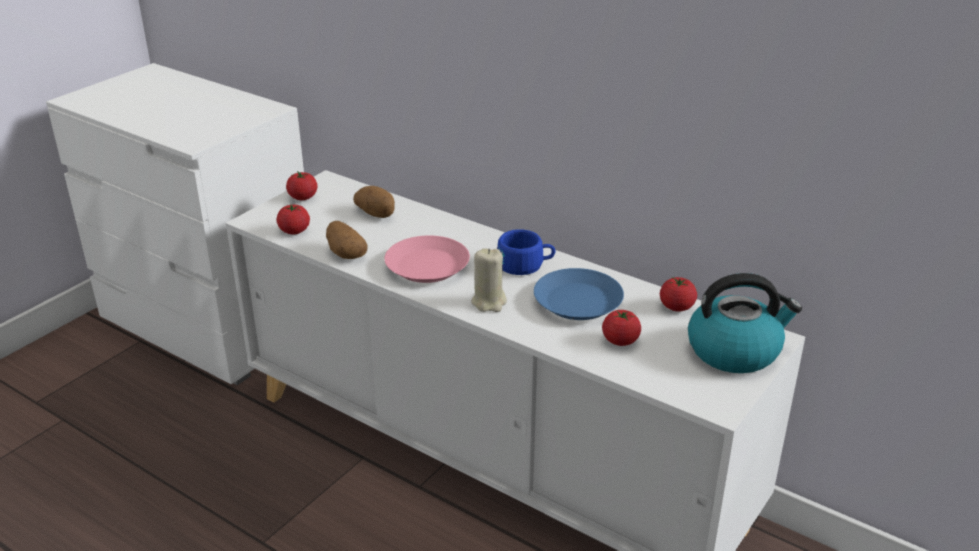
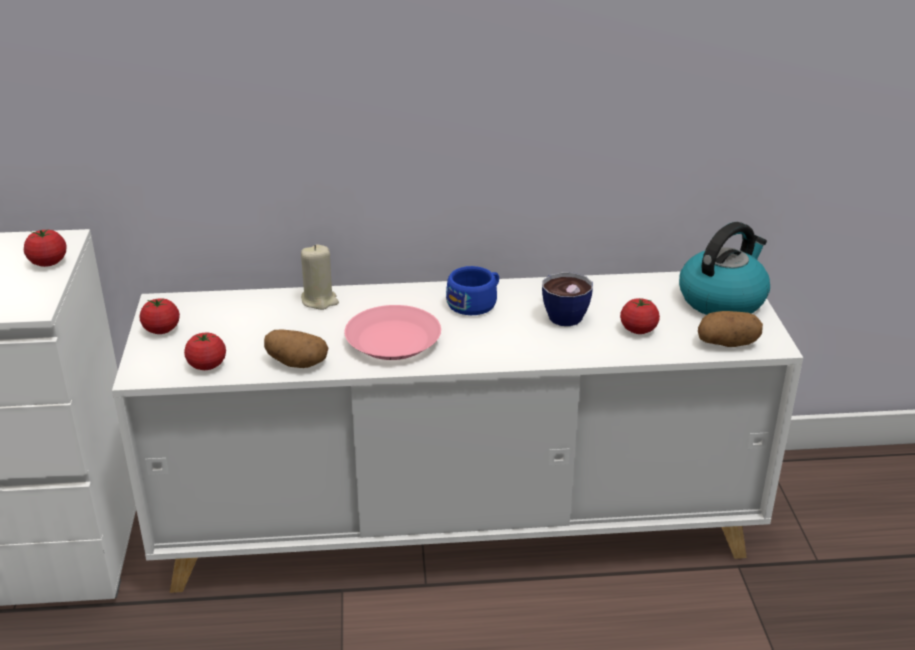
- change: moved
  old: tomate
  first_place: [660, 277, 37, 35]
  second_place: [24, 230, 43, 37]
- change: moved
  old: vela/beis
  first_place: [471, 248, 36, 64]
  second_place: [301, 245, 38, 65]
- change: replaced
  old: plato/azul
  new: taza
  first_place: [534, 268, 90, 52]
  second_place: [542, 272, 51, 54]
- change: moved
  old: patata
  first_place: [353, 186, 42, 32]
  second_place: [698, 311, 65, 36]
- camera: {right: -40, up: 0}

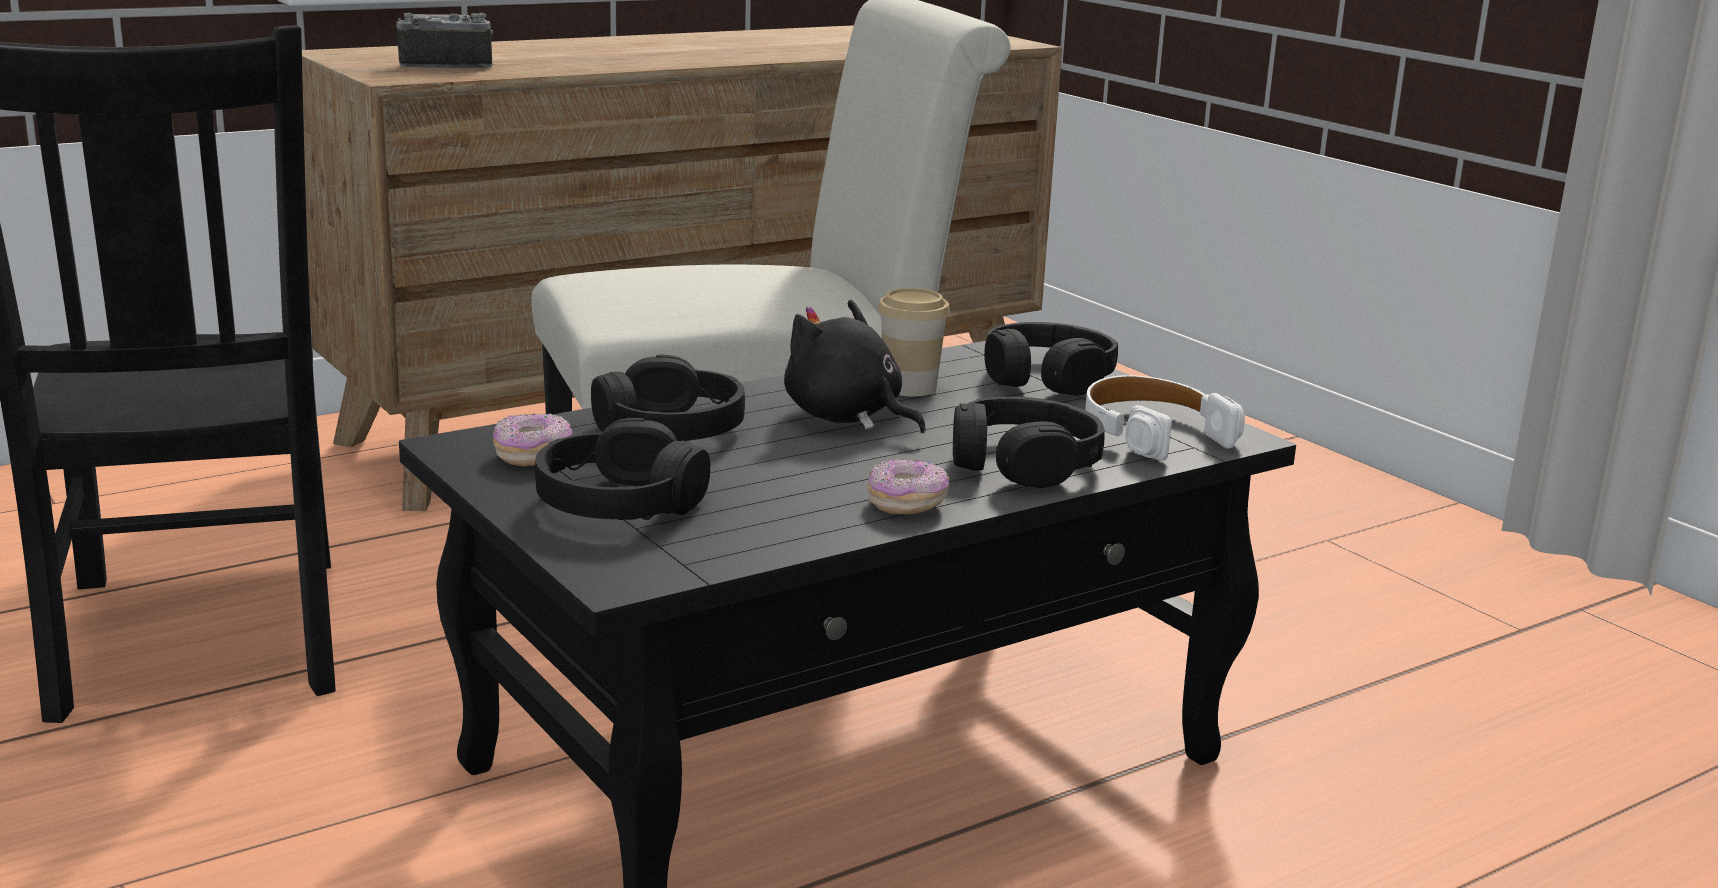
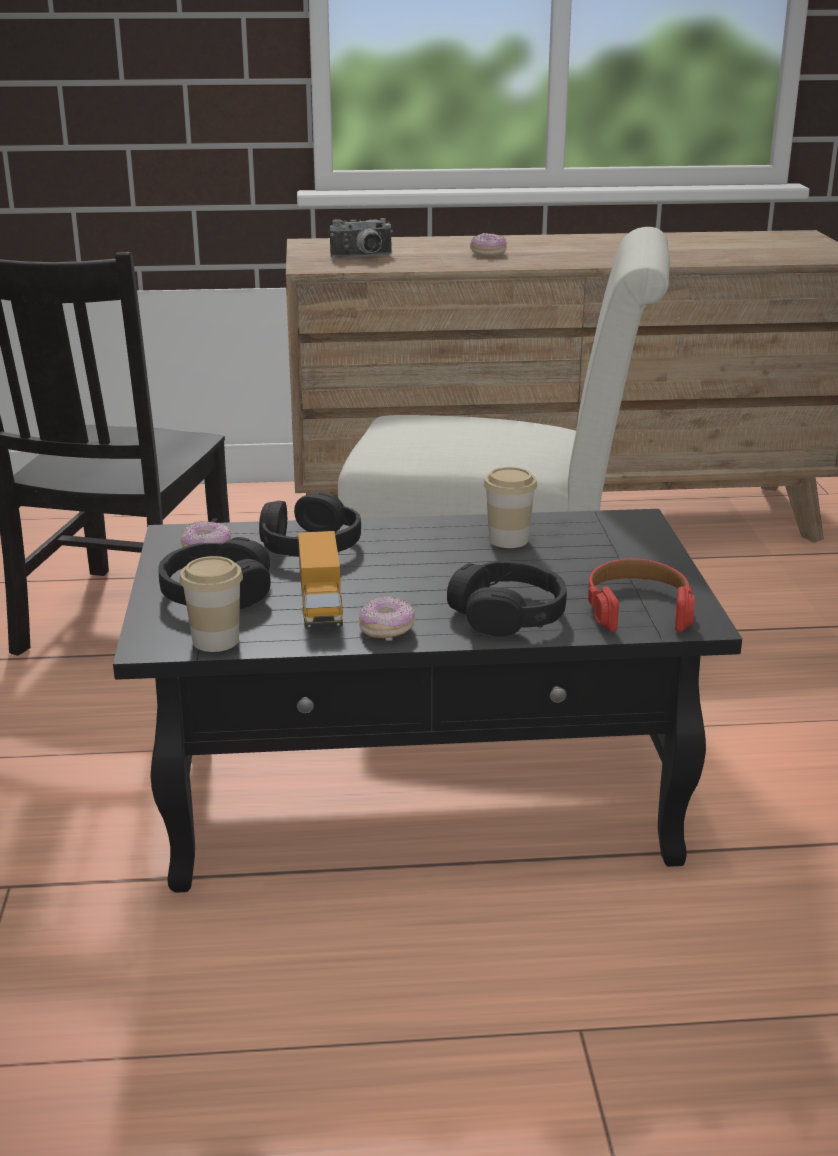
- change: added
  new: taza
  second_place: [179, 556, 64, 96]
- change: added
  new: camión de juguete
  second_place: [298, 531, 45, 97]
- change: turned
  old: cámara
  first_place: [396, 13, 97, 55]
  second_place: [330, 218, 63, 40]
  degrees: 135
- change: added
  new: rosquilla
  second_place: [470, 233, 37, 23]
- change: recoloured
  old: auriculares/blanco
  new: auriculares/rojo
  first_place: [1085, 375, 160, 86]
  second_place: [588, 559, 107, 73]
- change: removed
  old: peluche/negro
  first_place: [784, 300, 142, 133]
- change: removed
  old: auriculares/negro
  first_place: [984, 322, 134, 74]
- camera: {right: 30, up: 5}

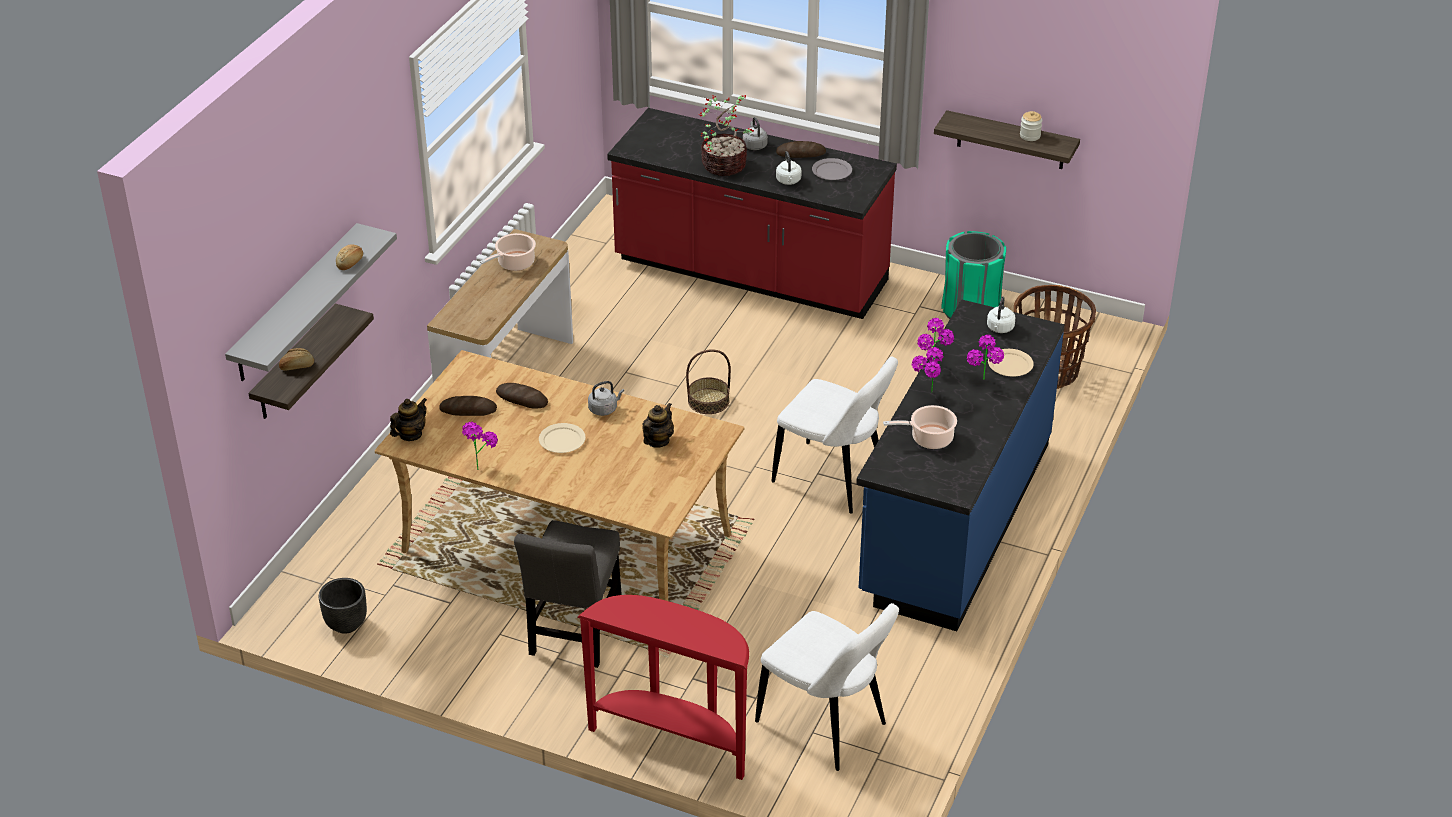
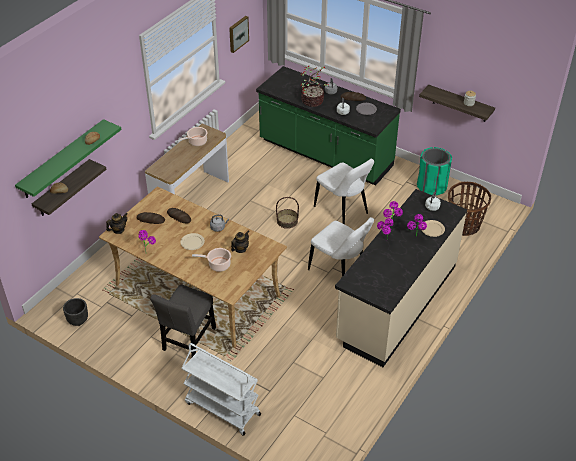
- change: recoloured
  old: estante/gris
  new: estante/verde
  first_place: [225, 223, 172, 158]
  second_place: [15, 119, 107, 79]
- change: replaced
  old: mesa consola/rojo
  new: carrito/blanco
  first_place: [578, 595, 171, 185]
  second_place: [182, 343, 79, 93]
- change: moved
  old: olla
  first_place: [883, 405, 74, 44]
  second_place: [192, 248, 39, 24]
- change: added
  new: cuadro
  second_place: [229, 16, 20, 37]
- change: recoloured
  old: mueble bajo de cocina/rojo
  new: mueble bajo de cocina/verde
  first_place: [607, 108, 290, 211]
  second_place: [256, 66, 145, 120]
- change: moved
  old: silla/blanco
  first_place: [755, 603, 144, 168]
  second_place: [314, 159, 60, 65]
- change: recoloured
  old: mueble bajo de cocina/azul
  new: mueble bajo de cocina/beis
  first_place: [856, 300, 209, 331]
  second_place: [335, 189, 132, 178]
- camera: {right: 10, up: 5}

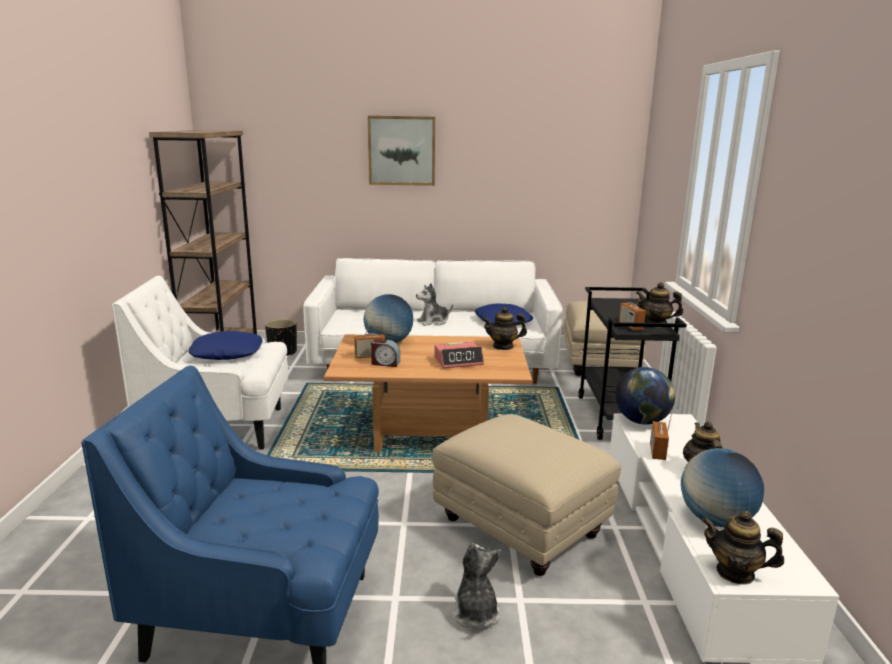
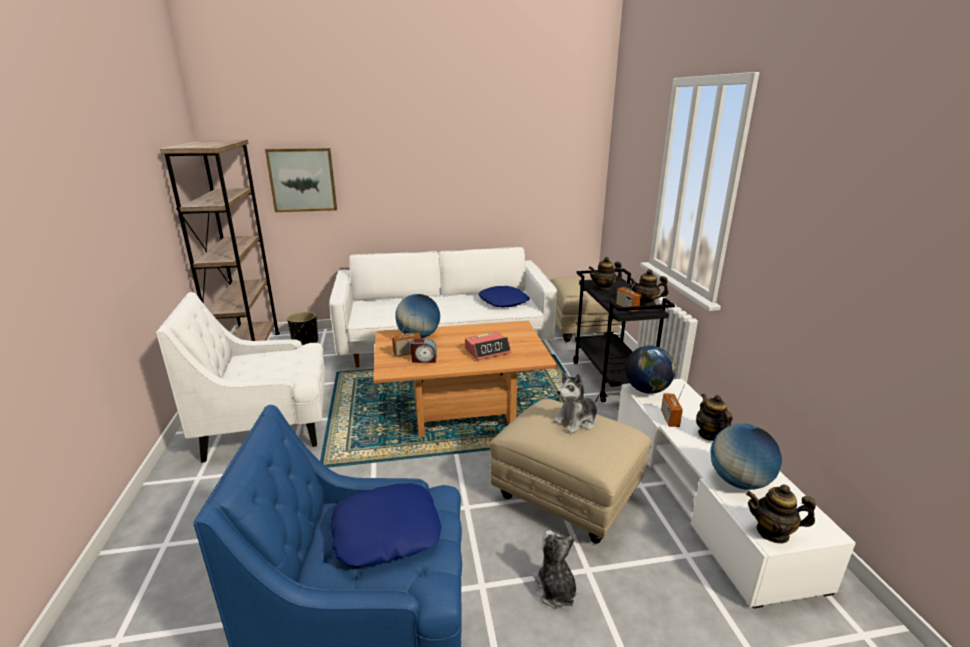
- change: moved
  old: cuadro
  first_place: [368, 116, 67, 70]
  second_place: [265, 148, 72, 64]
- change: moved
  old: cojín/azul
  first_place: [188, 331, 75, 29]
  second_place: [330, 483, 112, 83]
- change: moved
  old: peluche
  first_place: [416, 283, 37, 43]
  second_place: [553, 372, 47, 62]
- change: moved
  old: tetera
  first_place: [482, 307, 45, 43]
  second_place: [589, 257, 33, 35]
- camera: {right: -10, up: 5}

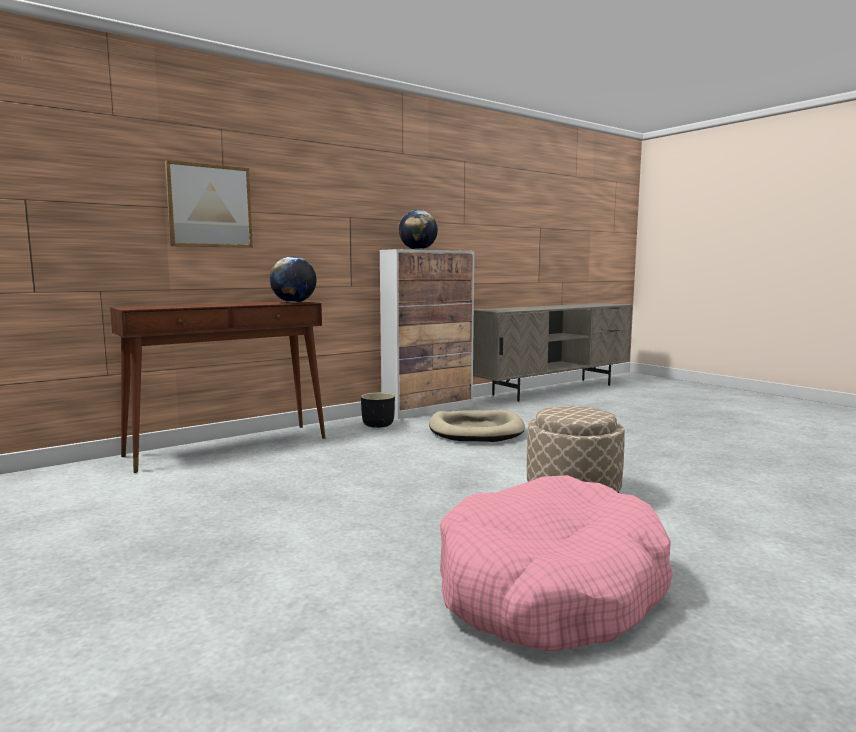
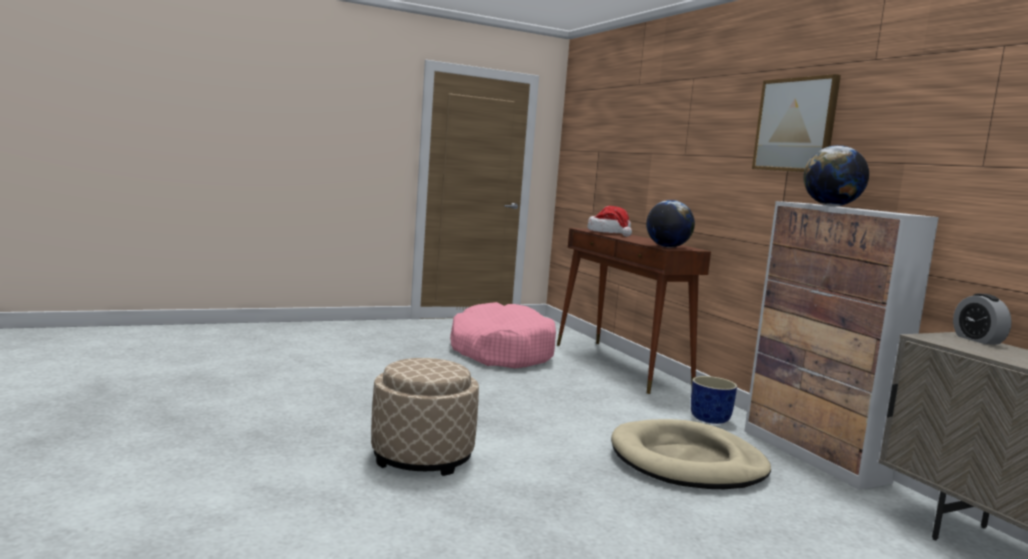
- change: moved
  old: cama para perro/rosa
  first_place: [440, 475, 233, 177]
  second_place: [450, 302, 106, 67]
- change: added
  new: sombrero
  second_place: [588, 206, 44, 31]
- change: recoloured
  old: maceta/negro
  new: maceta/azul
  first_place: [361, 393, 34, 35]
  second_place: [691, 376, 46, 48]
- change: moved
  old: cuadro
  first_place: [165, 160, 88, 88]
  second_place: [752, 74, 89, 98]
- change: added
  new: despertador
  second_place: [953, 294, 59, 50]
- camera: {right: 100, up: 0}

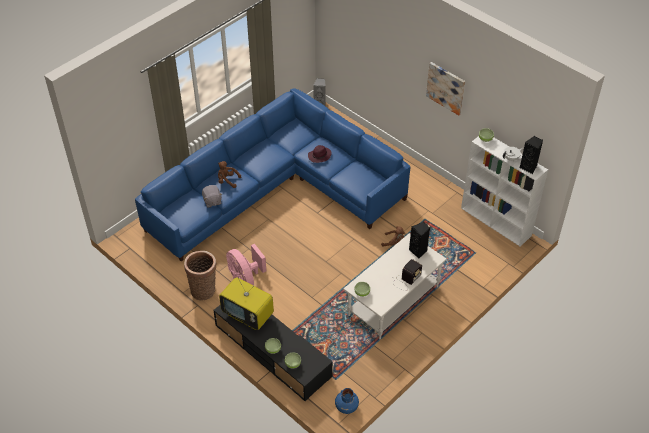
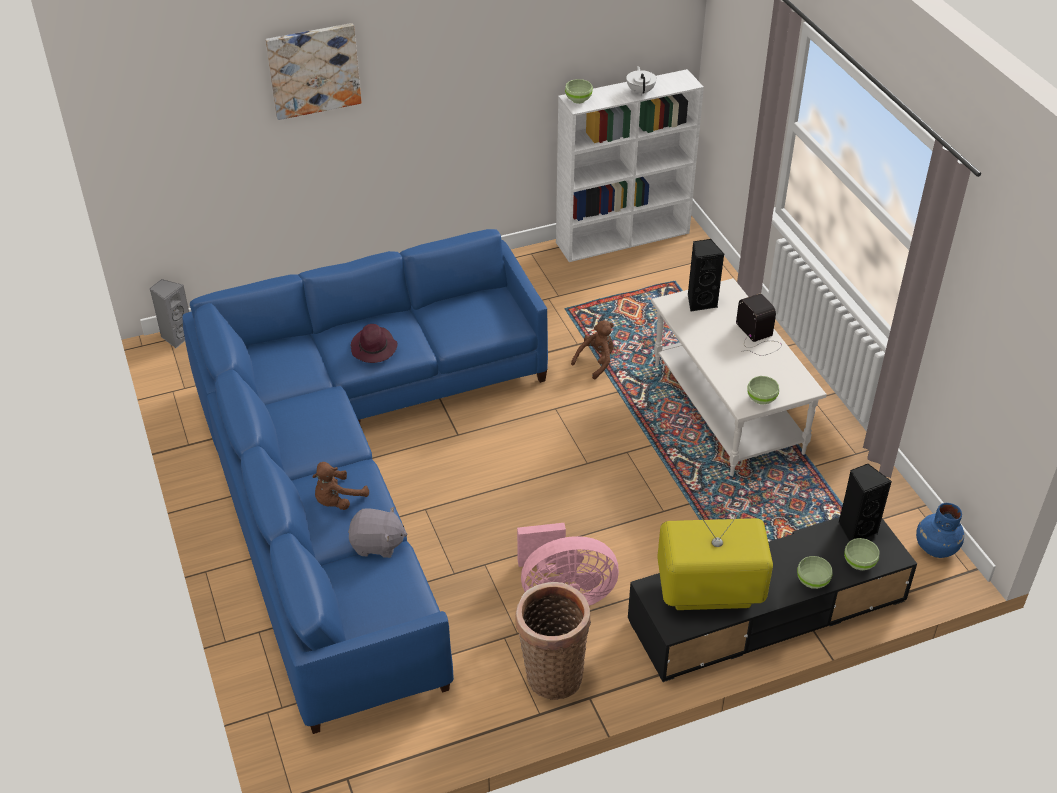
- change: moved
  old: cuadro
  first_place: [426, 62, 39, 53]
  second_place: [265, 23, 96, 97]
- change: turned
  old: televisor
  first_place: [219, 277, 55, 53]
  second_place: [657, 510, 116, 100]
  degrees: -150
- change: moved
  old: altavoz/negro
  first_place: [520, 136, 23, 38]
  second_place: [838, 463, 54, 78]
- camera: {right: -65, up: -5}

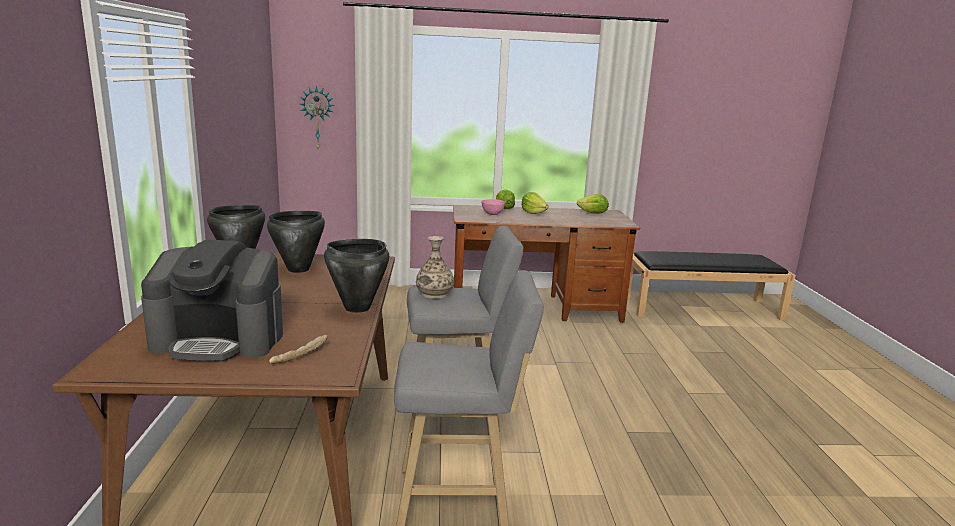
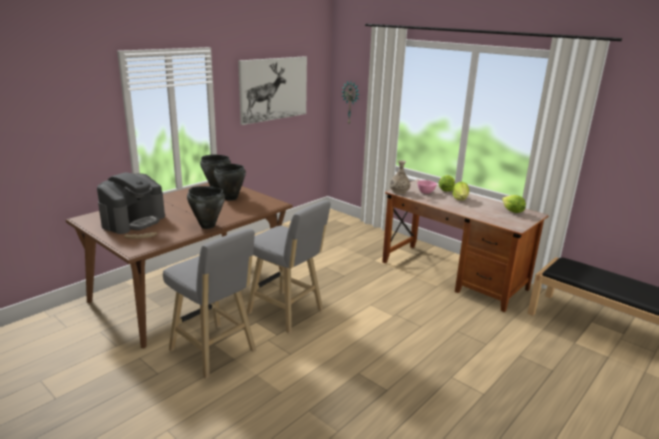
- change: turned
  old: cafetera
  first_place: [141, 239, 142, 123]
  second_place: [97, 172, 68, 62]
  degrees: -105
- change: added
  new: cuadro
  second_place: [238, 56, 69, 69]
- change: moved
  old: florero
  first_place: [416, 236, 38, 63]
  second_place: [390, 160, 20, 34]
- camera: {right: 45, up: 5}

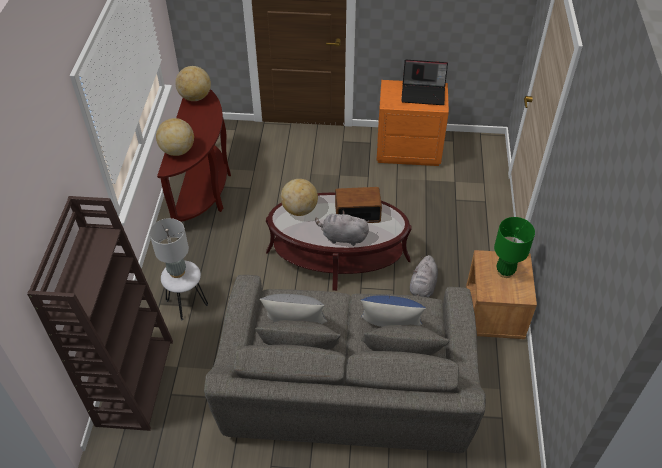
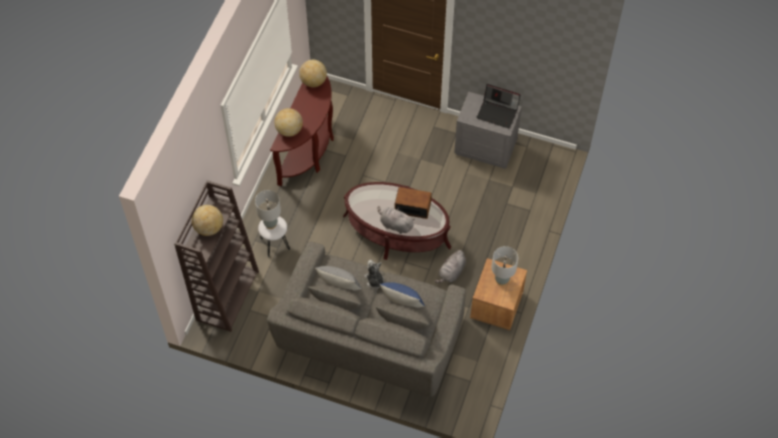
- change: moved
  old: globo terráqueo
  first_place: [281, 179, 37, 37]
  second_place: [192, 205, 31, 31]
- change: added
  new: peluche
  second_place: [364, 260, 20, 29]
- change: recoloured
  old: mesita de noche/naranja
  new: mesita de noche/gris
  first_place: [376, 80, 73, 86]
  second_place: [454, 92, 68, 77]
- change: recoloured
  old: lámpara de mesa/verde
  new: lámpara de mesa/gris
  first_place: [494, 217, 41, 61]
  second_place: [491, 246, 27, 40]
- camera: {right: 15, up: 10}

